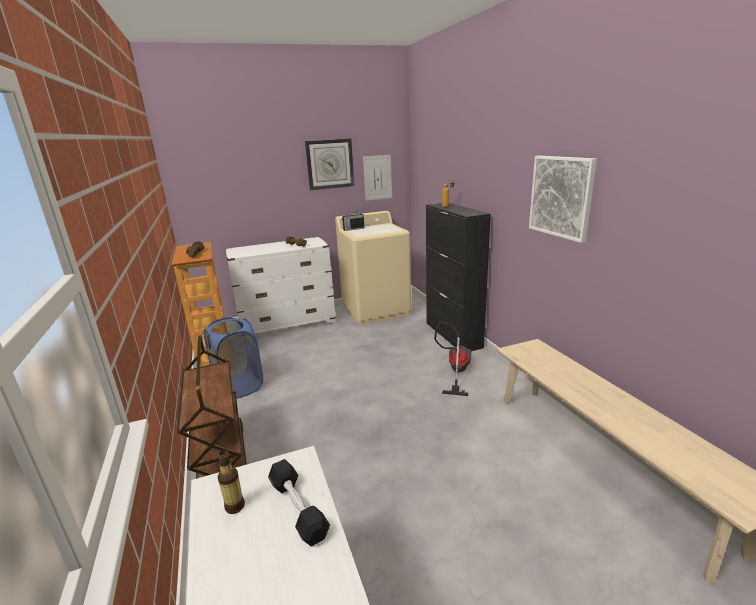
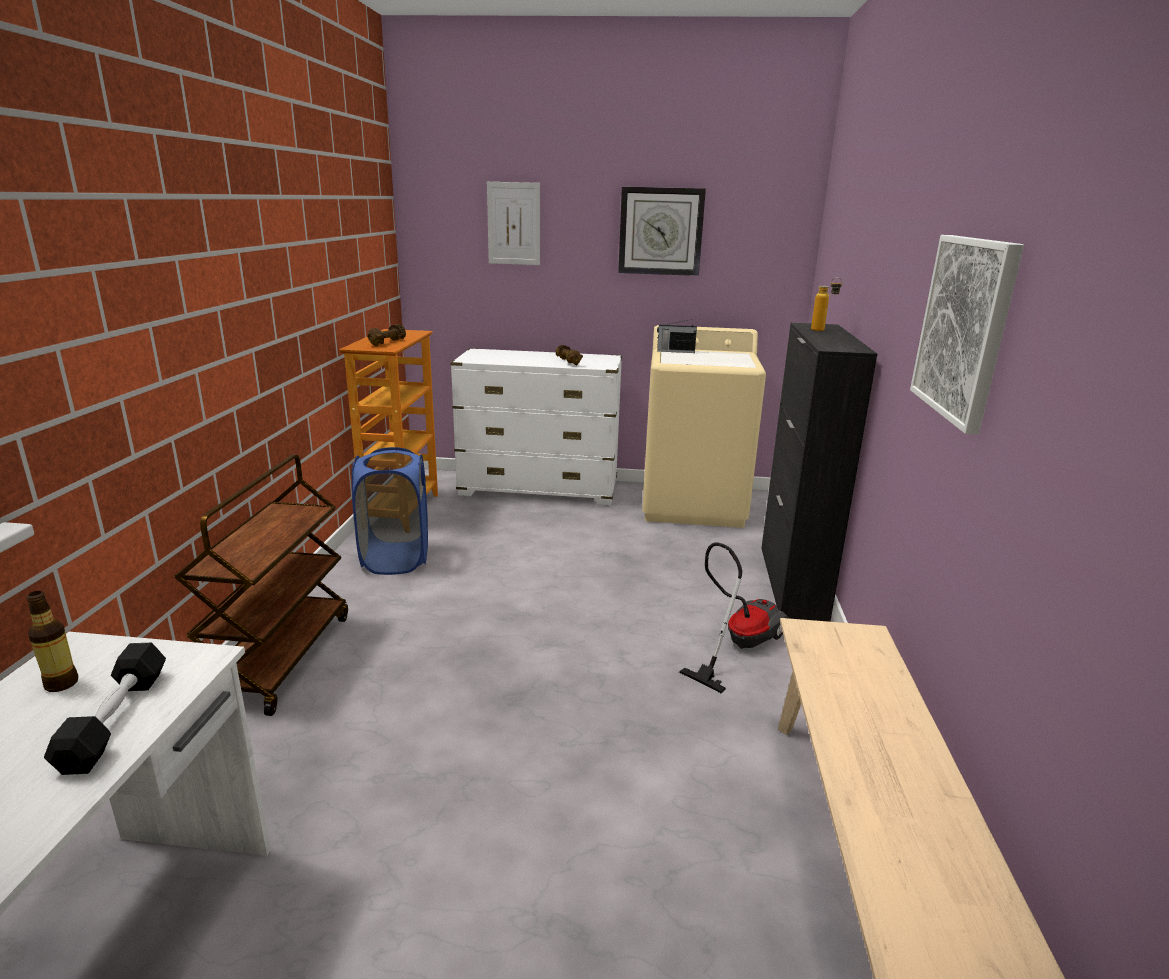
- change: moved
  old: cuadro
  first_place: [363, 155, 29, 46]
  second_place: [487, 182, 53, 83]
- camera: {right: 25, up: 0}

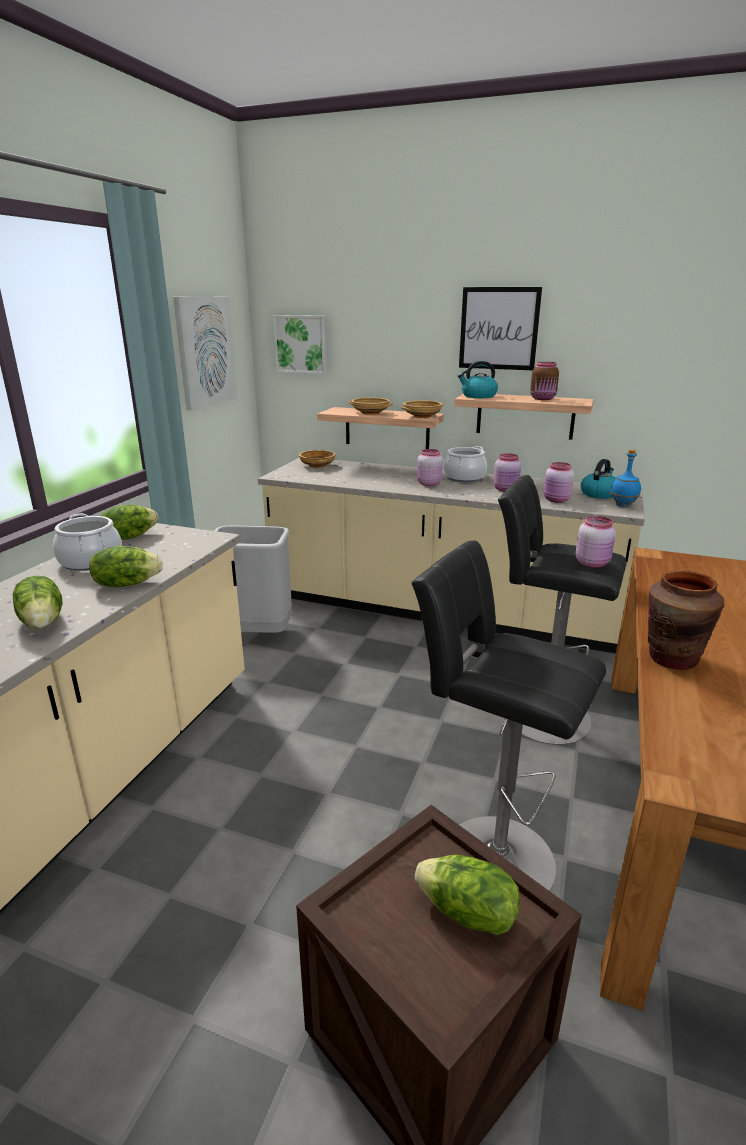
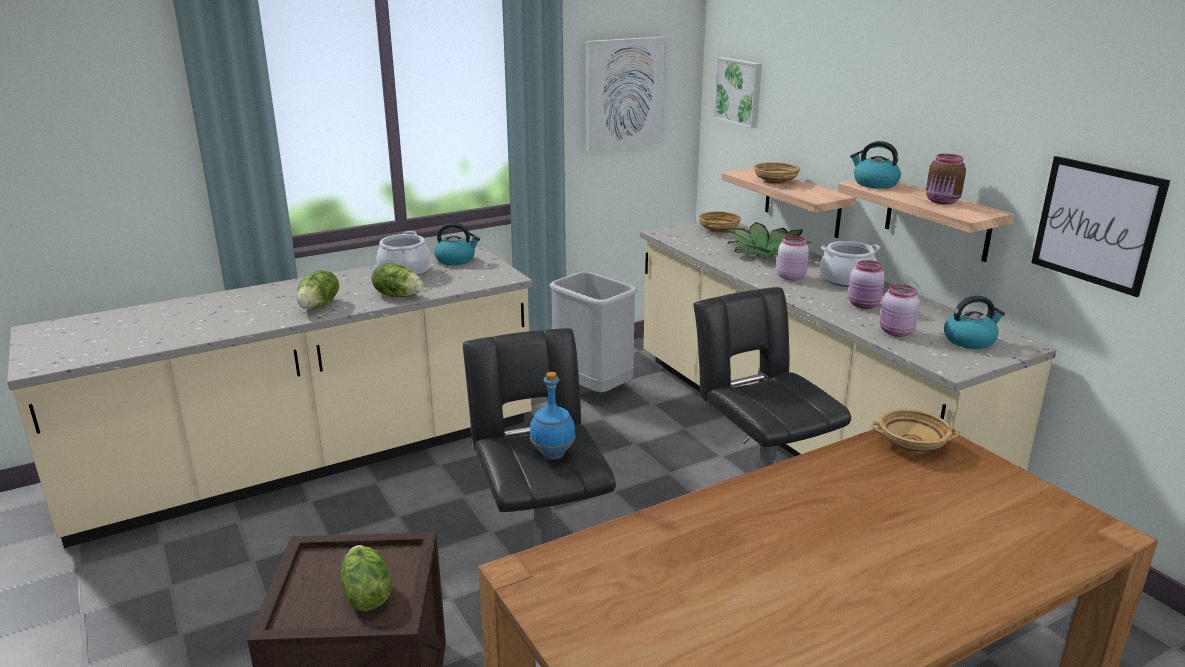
- change: replaced
  old: lechuga
  new: hervidor
  first_place: [101, 505, 57, 35]
  second_place: [434, 223, 46, 42]
- change: moved
  old: botella/azul
  first_place: [610, 449, 31, 58]
  second_place: [530, 372, 46, 87]
- change: added
  new: planta en maceta
  second_place: [724, 222, 87, 37]
- change: moved
  old: cuenco/beis
  first_place: [401, 400, 43, 18]
  second_place: [871, 409, 88, 44]
- change: moved
  old: cuadro
  first_place: [459, 287, 83, 83]
  second_place: [1031, 156, 139, 141]
- change: removed
  old: tarro/rosa
  first_place: [576, 516, 39, 52]
- change: removed
  old: florero/marrón
  first_place: [648, 570, 77, 100]
- camera: {right: 40, up: 0}

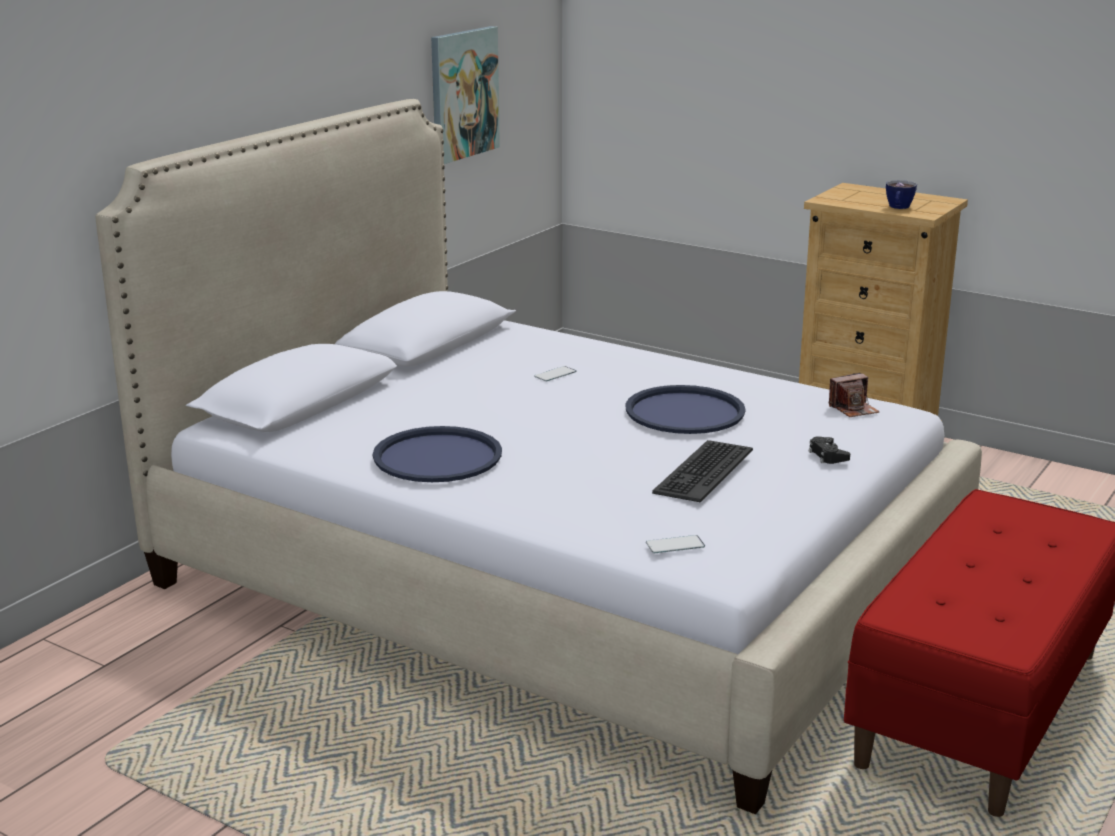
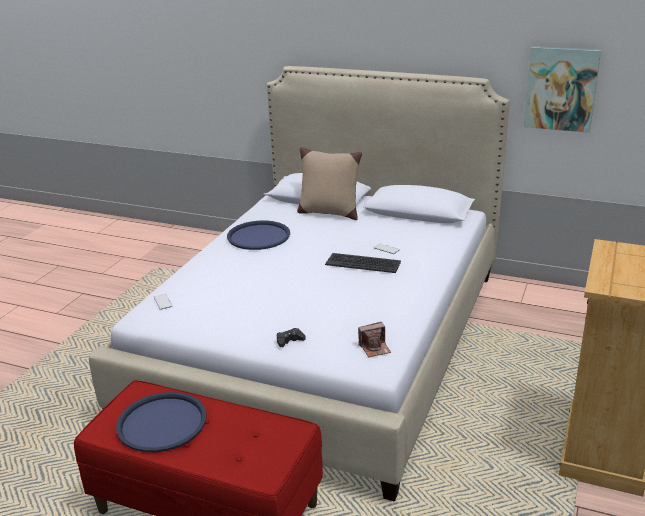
- change: moved
  old: bandeja/azul
  first_place: [625, 385, 121, 49]
  second_place: [116, 392, 91, 60]
- change: added
  new: cojín/beis
  second_place: [297, 147, 65, 73]
- change: moved
  old: teclado
  first_place: [652, 440, 101, 63]
  second_place: [325, 253, 76, 20]
- change: turned
  old: cámara
  first_place: [829, 373, 50, 44]
  second_place: [358, 322, 33, 35]
  degrees: -75
- change: removed
  old: taza
  first_place: [886, 180, 31, 29]
- camera: {right: 80, up: 5}

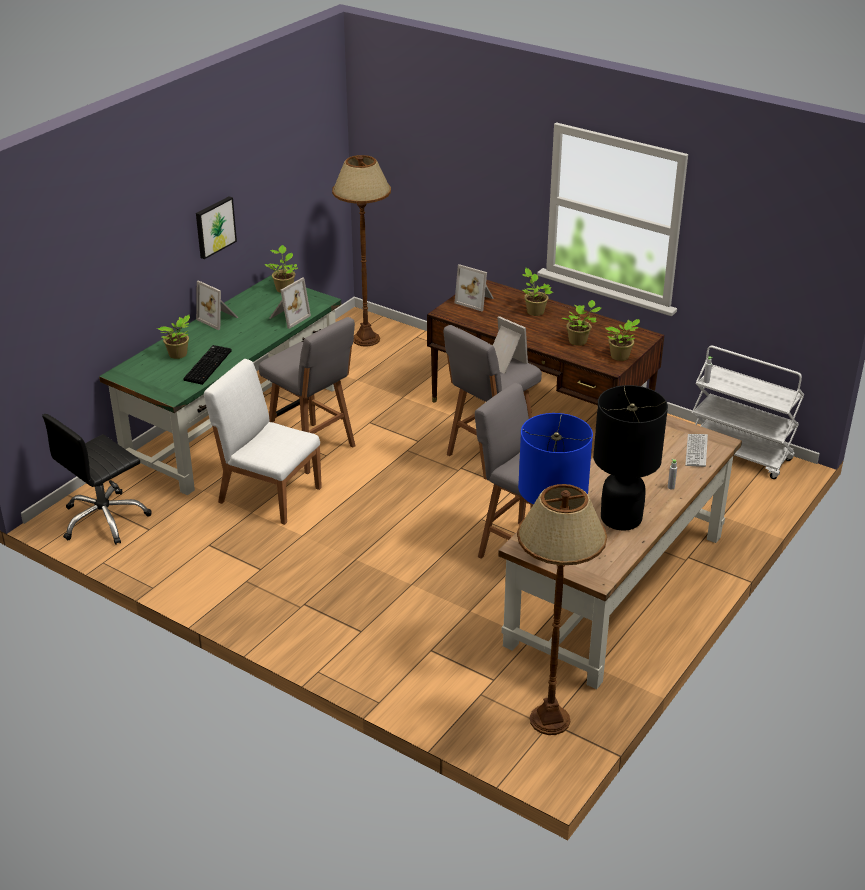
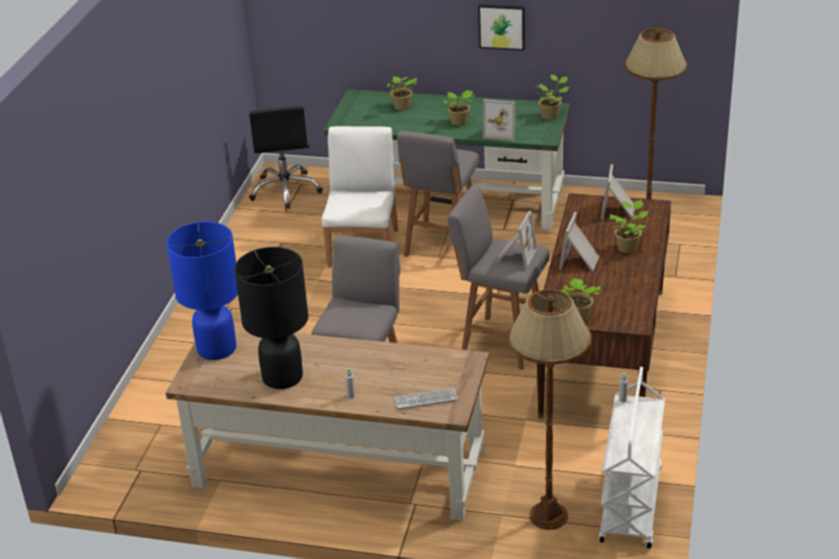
- change: turned
  old: silla de oficina/negro
  first_place: [42, 414, 110, 131]
  second_place: [249, 106, 74, 103]
  degrees: -120
- change: moved
  old: planta en maceta
  first_place: [561, 300, 40, 46]
  second_place: [443, 90, 32, 36]
- change: moved
  old: lámpara de pie/marrón
  first_place: [517, 484, 90, 251]
  second_place: [507, 289, 85, 241]
- change: moved
  old: portarretratos
  first_place: [196, 280, 42, 50]
  second_place: [559, 212, 40, 59]
- change: removed
  old: teclado
  first_place: [183, 345, 49, 40]
- camera: {right: 70, up: 0}

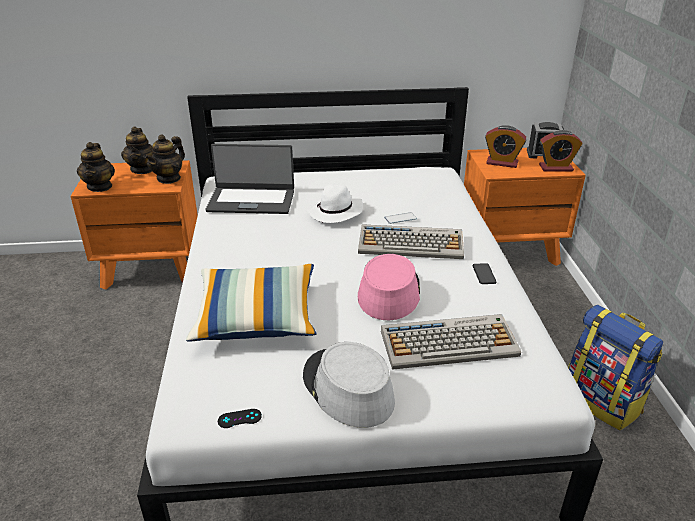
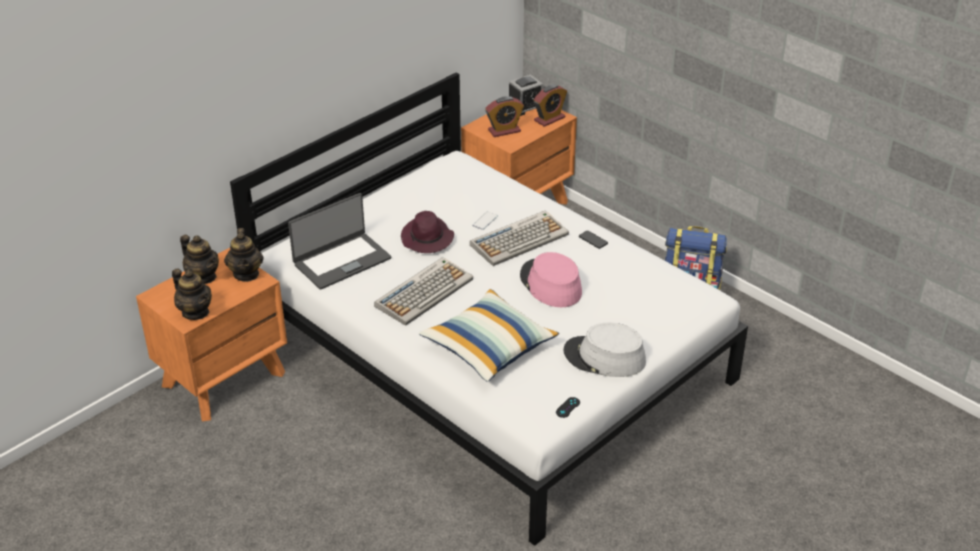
- change: moved
  old: teclado
  first_place: [381, 314, 140, 56]
  second_place: [374, 257, 99, 69]
- change: recoloured
  old: sombrero/blanco
  new: sombrero/morado
  first_place: [308, 183, 55, 40]
  second_place: [401, 211, 53, 42]
- camera: {right: -40, up: 5}

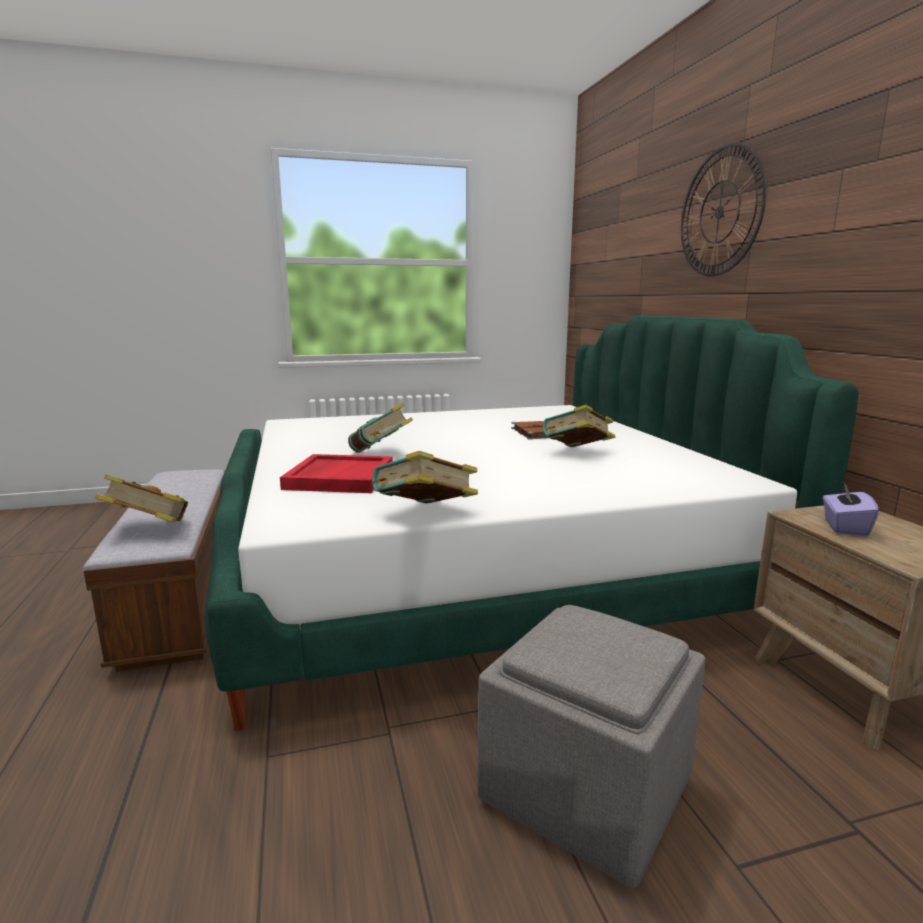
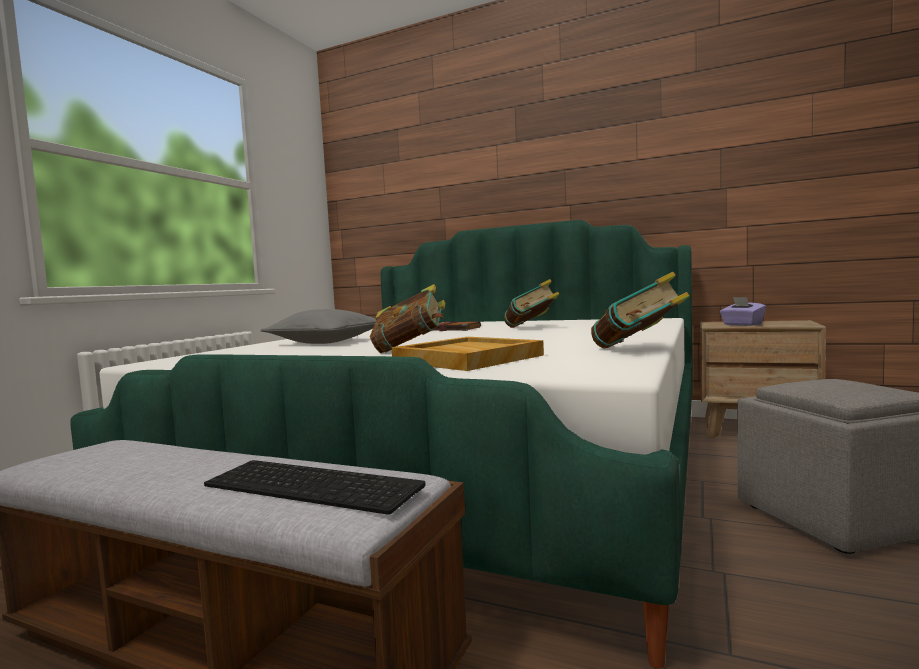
- change: replaced
  old: libro
  new: teclado
  first_place: [95, 474, 93, 48]
  second_place: [204, 460, 222, 55]
- change: added
  new: cojín/gris
  second_place: [261, 309, 115, 35]
- change: recoloured
  old: bandeja/rojo
  new: bandeja/beis
  first_place: [280, 454, 113, 39]
  second_place: [392, 337, 152, 34]
- change: removed
  old: reloj de pared
  first_place: [681, 143, 86, 134]
- camera: {right: -50, up: -10}

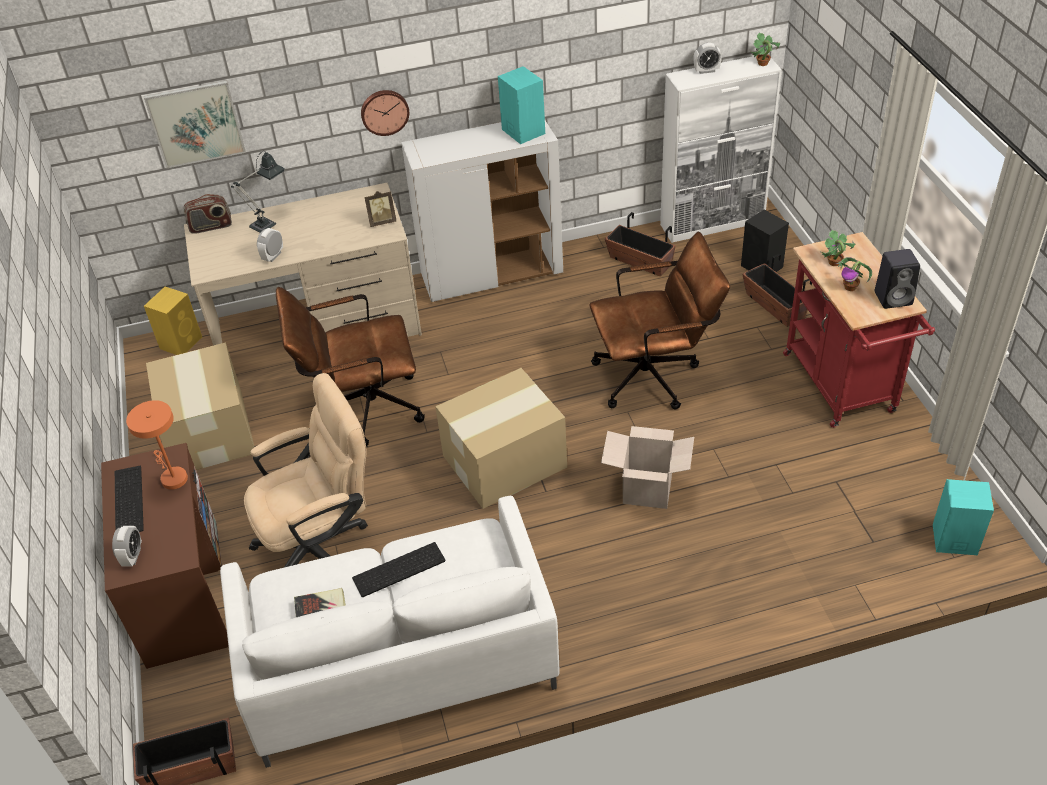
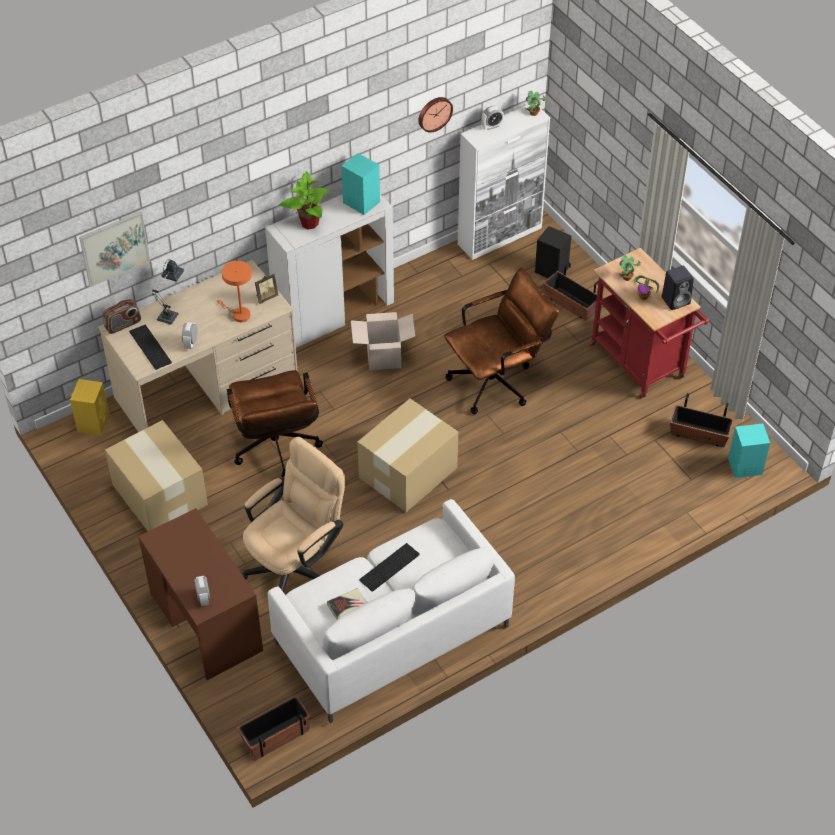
- change: moved
  old: teclado
  first_place: [115, 466, 29, 66]
  second_place: [129, 325, 43, 45]
- change: moved
  old: lámpara de mesa/naranja
  first_place: [126, 400, 62, 90]
  second_place: [217, 261, 35, 61]
- change: turned
  old: silla de oficina/marrón
  first_place: [276, 287, 149, 160]
  second_place: [227, 370, 96, 107]
  degrees: -75
- change: added
  new: planta en maceta
  second_place: [279, 171, 51, 58]
- change: moved
  old: caja de cartón
  first_place: [601, 426, 93, 83]
  second_place: [351, 312, 64, 58]
- change: moved
  old: reloj de pared
  first_place: [361, 90, 48, 46]
  second_place: [418, 97, 35, 35]
- change: moved
  old: maceta
  first_place: [605, 212, 71, 64]
  second_place: [670, 393, 64, 55]
- camera: {right: -20, up: 5}

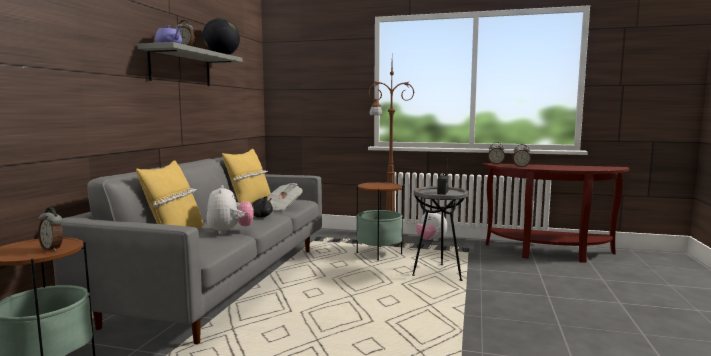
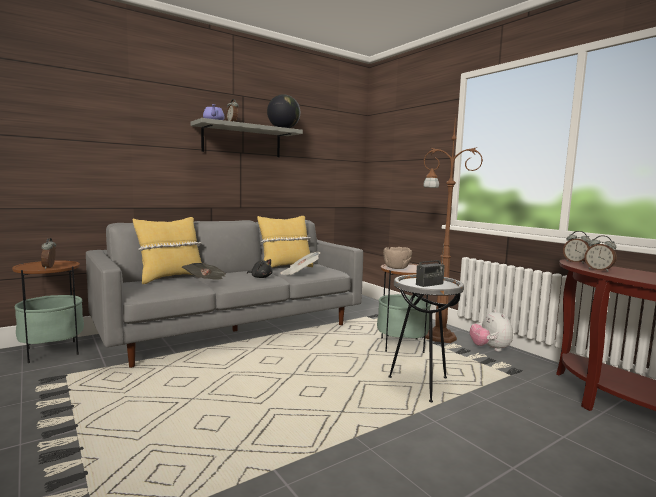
- change: replaced
  old: peluche
  new: periódico
  first_place: [206, 185, 48, 50]
  second_place: [182, 263, 44, 17]
- change: added
  new: cuenco/marrón
  second_place: [383, 247, 29, 22]
- camera: {right: 40, up: 0}

